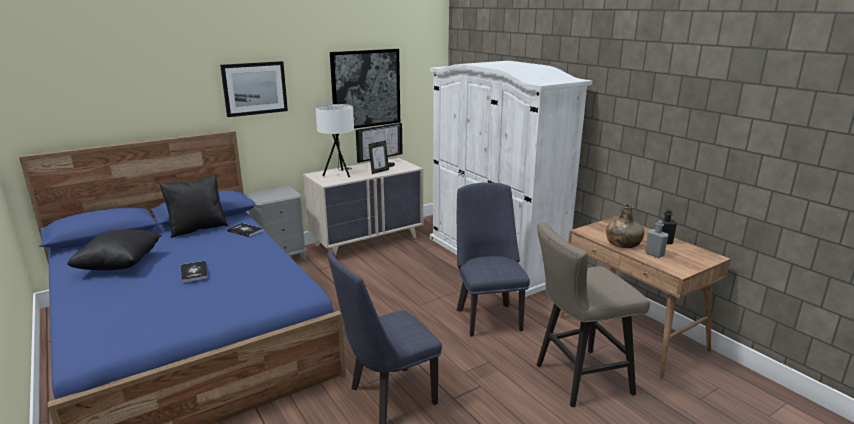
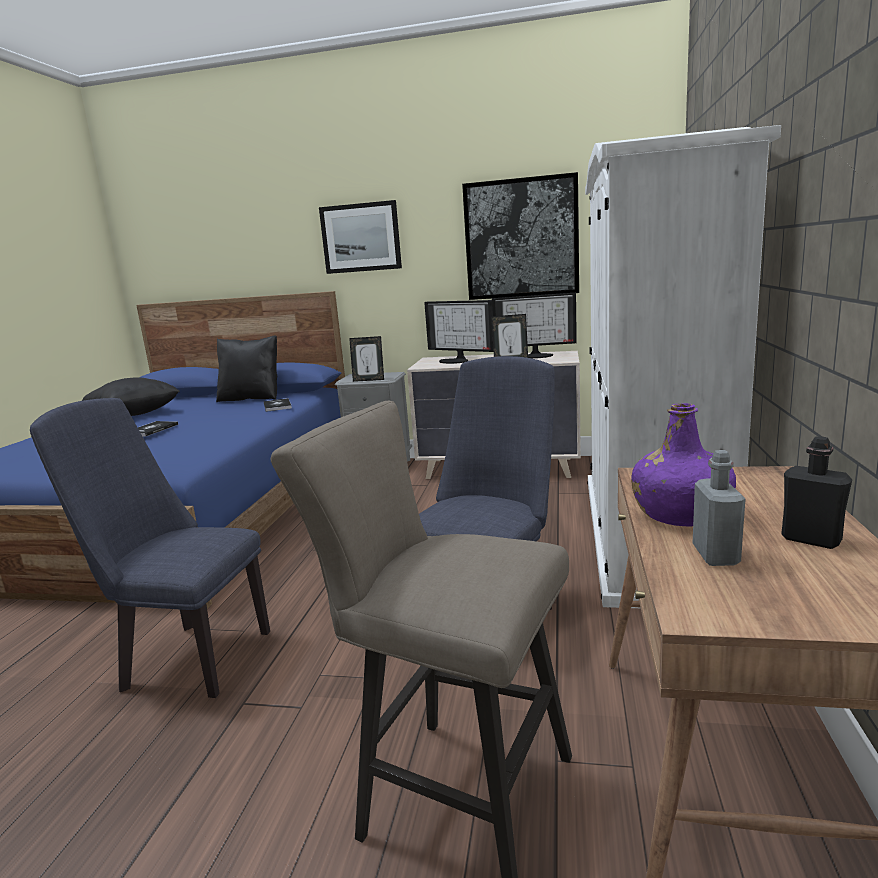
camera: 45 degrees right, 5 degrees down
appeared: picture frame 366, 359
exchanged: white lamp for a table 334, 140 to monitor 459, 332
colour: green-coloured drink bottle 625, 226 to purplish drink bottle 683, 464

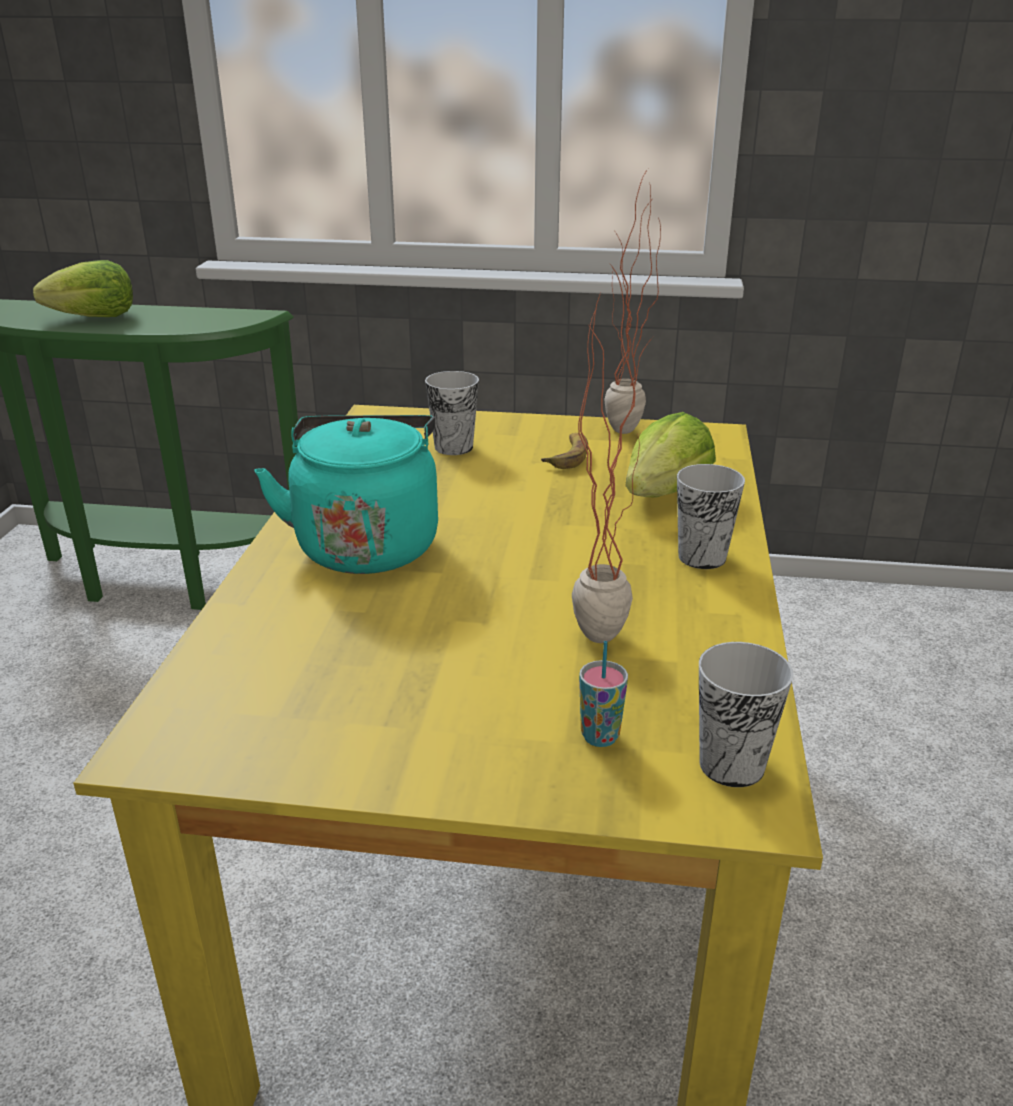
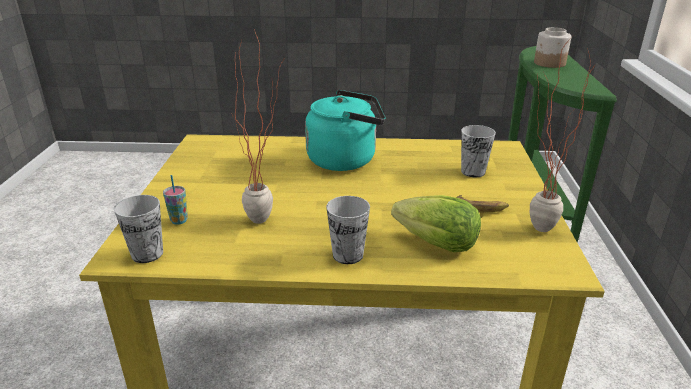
camera: 85 degrees right, 0 degrees up
exchanged: lettuce 83, 288 to jar 552, 47

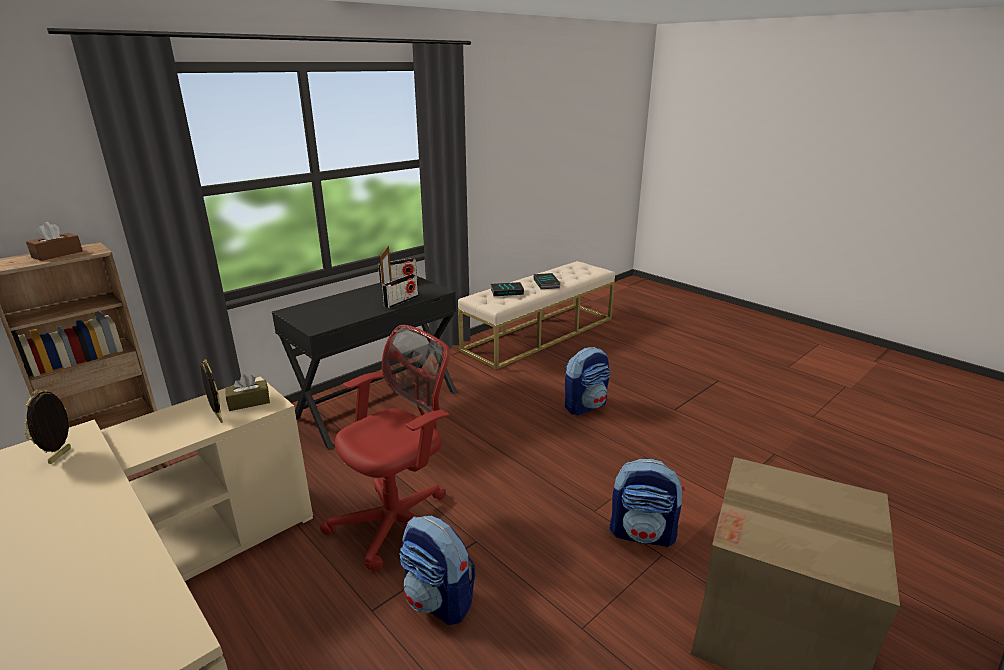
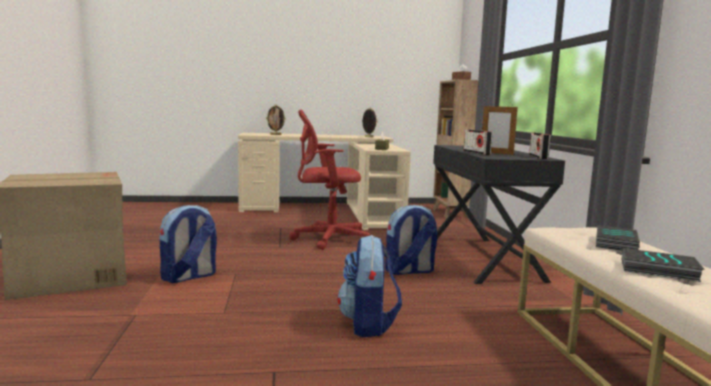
camera: 125 degrees right, 15 degrees down
relocated: picture frame 211, 391 to 276, 120; knapsack 437, 570 to 411, 240
spun: red computer chair 385, 448 = 329, 180 90 degrees clockwise

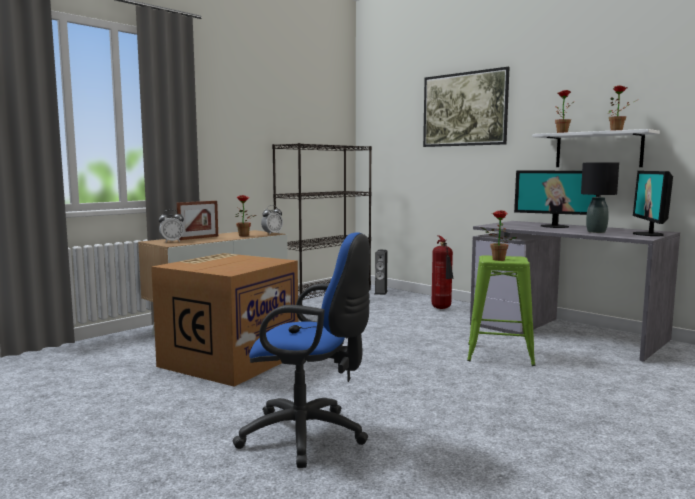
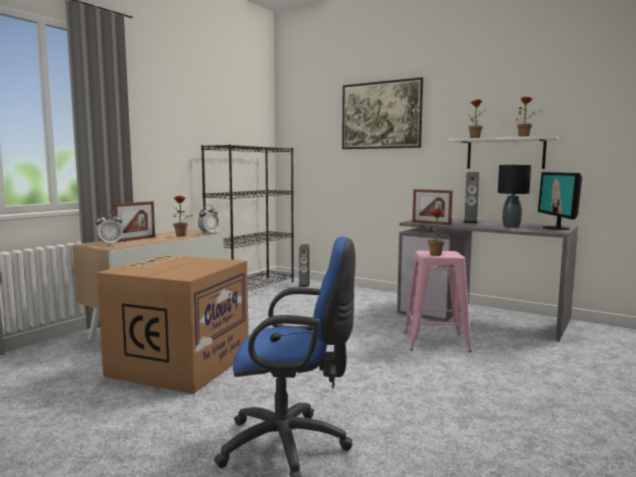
camera: 10 degrees left, 0 degrees up
missing: extinguisher 442, 272
appeared: picture frame 432, 207
exchanged: monitor 555, 199 to speaker 471, 197
colour: green-coloured stool 501, 310 to pink stool 438, 301

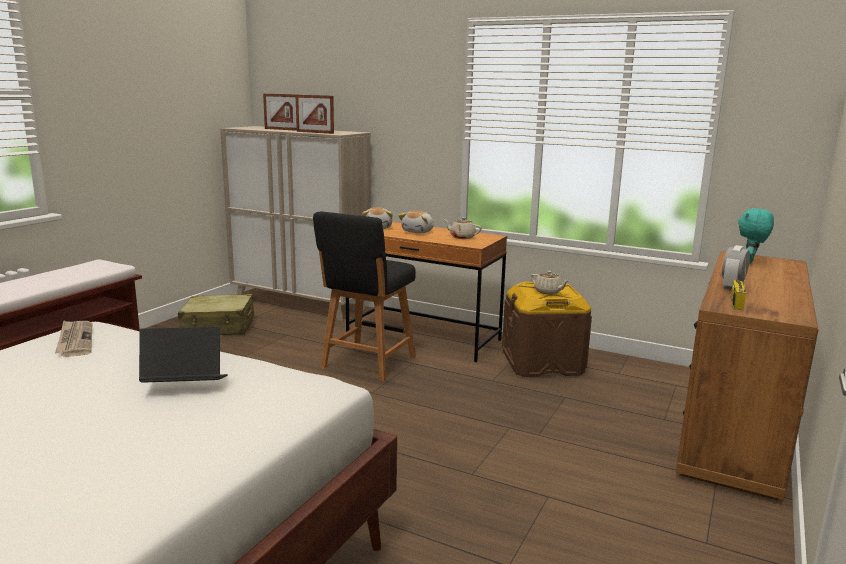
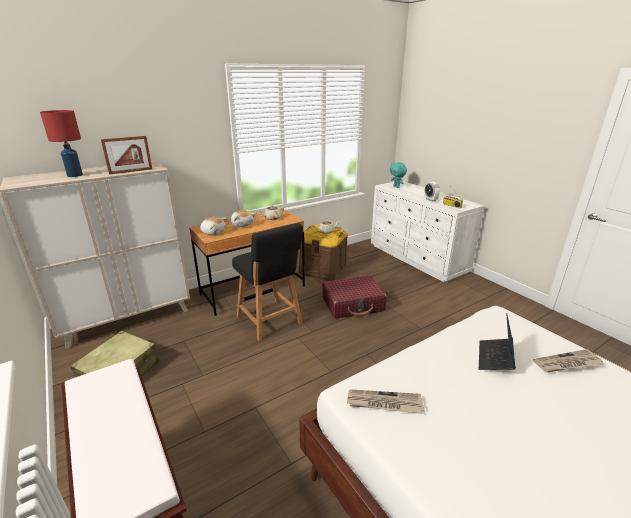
camera: 60 degrees left, 10 degrees up
appeared: red piece of luggage 354, 297; daily paper 568, 360
exchanged: picture frame 280, 112 to red lamp for a table 61, 143
colour: brown-coloured chest of drawers 747, 375 to white chest of drawers 428, 231

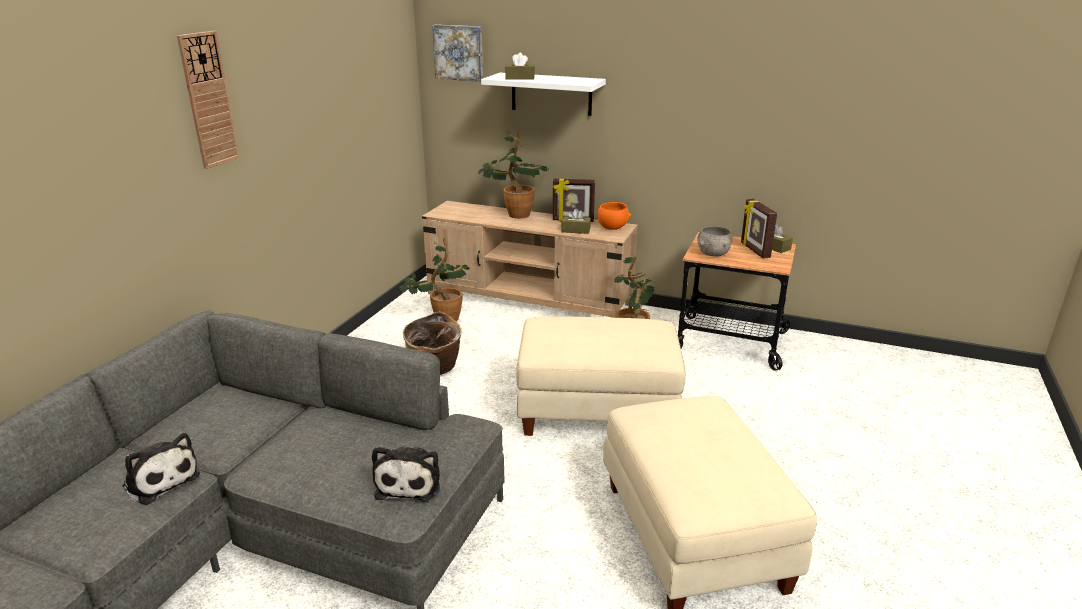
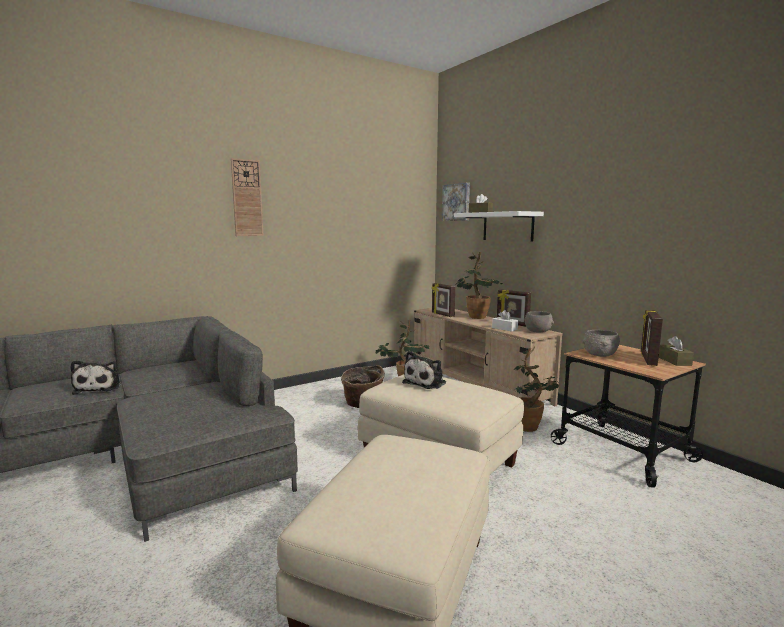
camera: 35 degrees right, 15 degrees down
appeared: picture frame 443, 300
relocated: soft toy 406, 473 to 424, 370
colour: brown-coloured box of tissues 576, 221 to white box of tissues 505, 320; orangey bowl 614, 216 to greyish bowl 539, 321

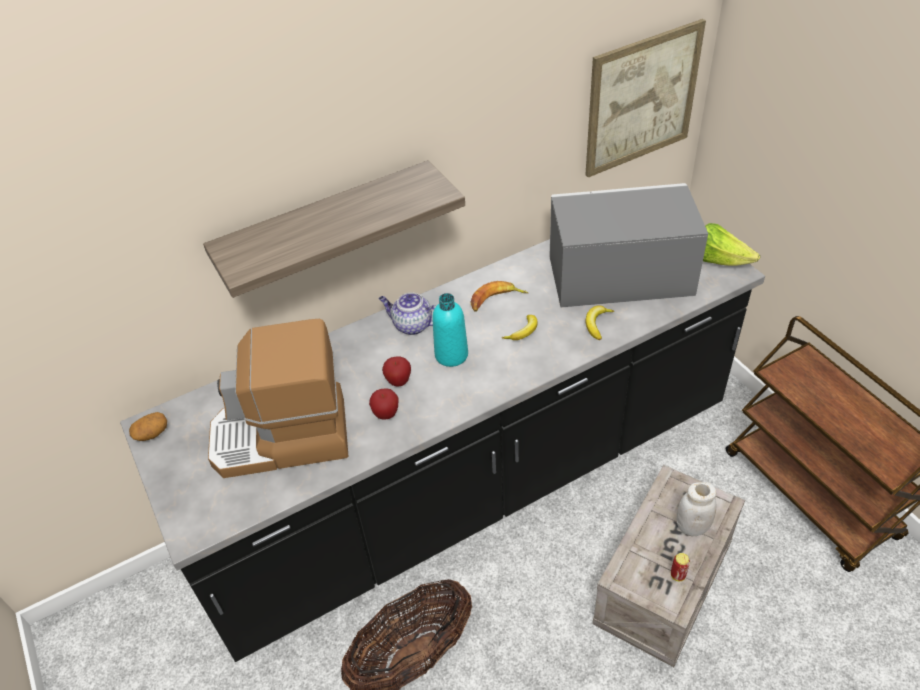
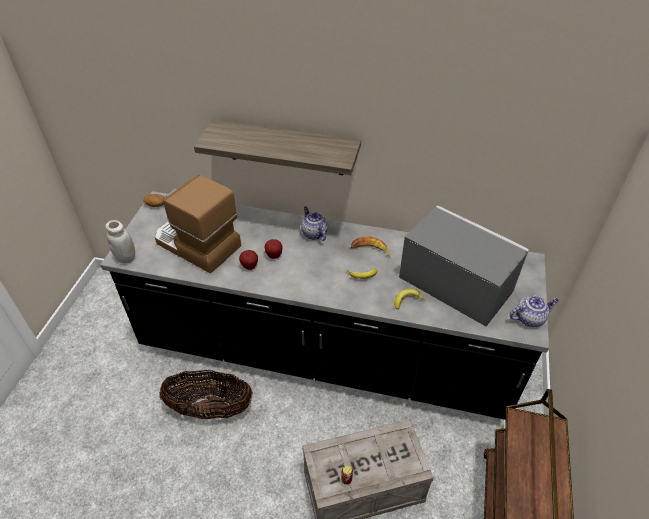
camera: 40 degrees right, 0 degrees up
missing: turquoise drink bottle 450, 330; wall picture 645, 98
relocated: white jar 696, 509 to 120, 241
exchanged: lettuce 731, 244 to pot for tea 534, 311

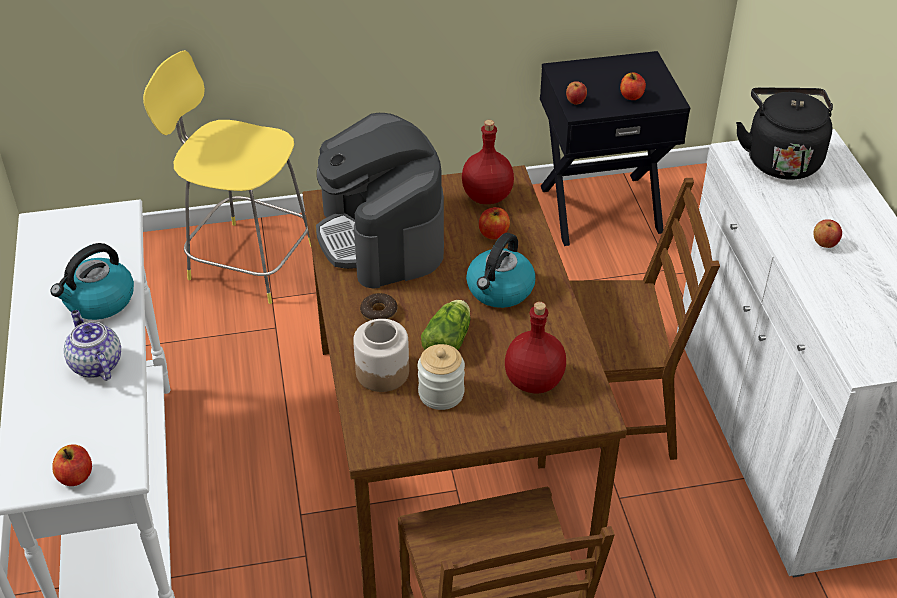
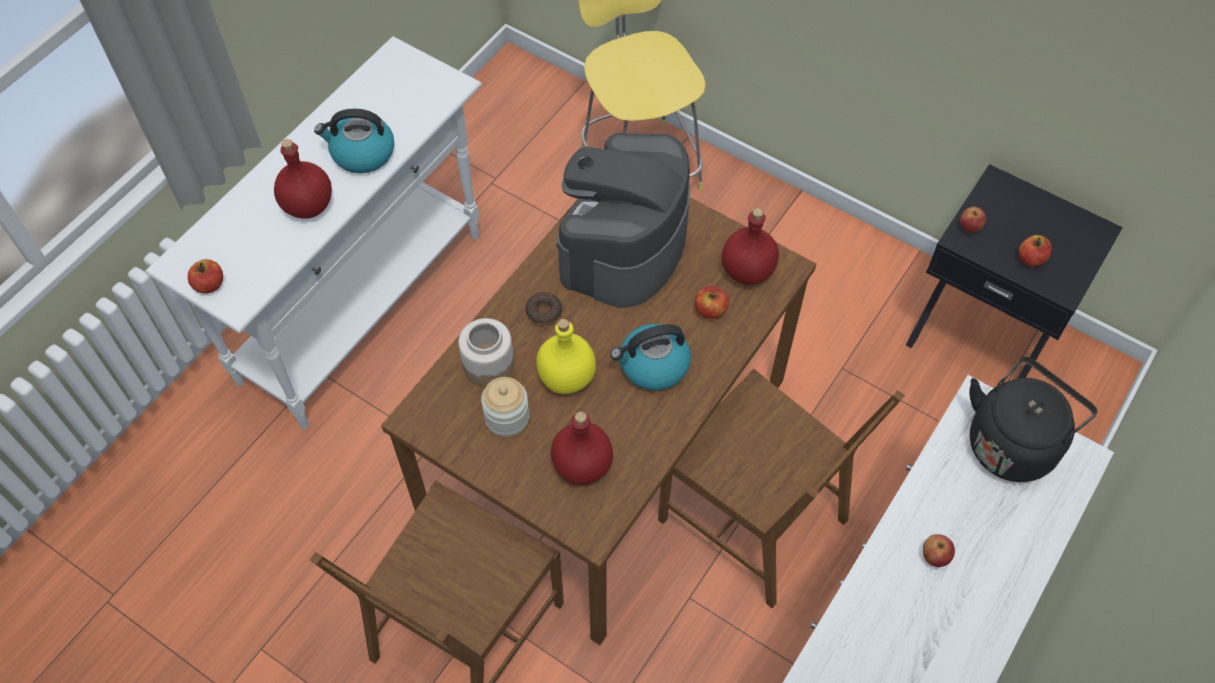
camera: 45 degrees right, 15 degrees up
exchanged: pot for tea 92, 345 to red drink bottle 303, 179; lettuce 446, 325 to yellowish drink bottle 566, 356

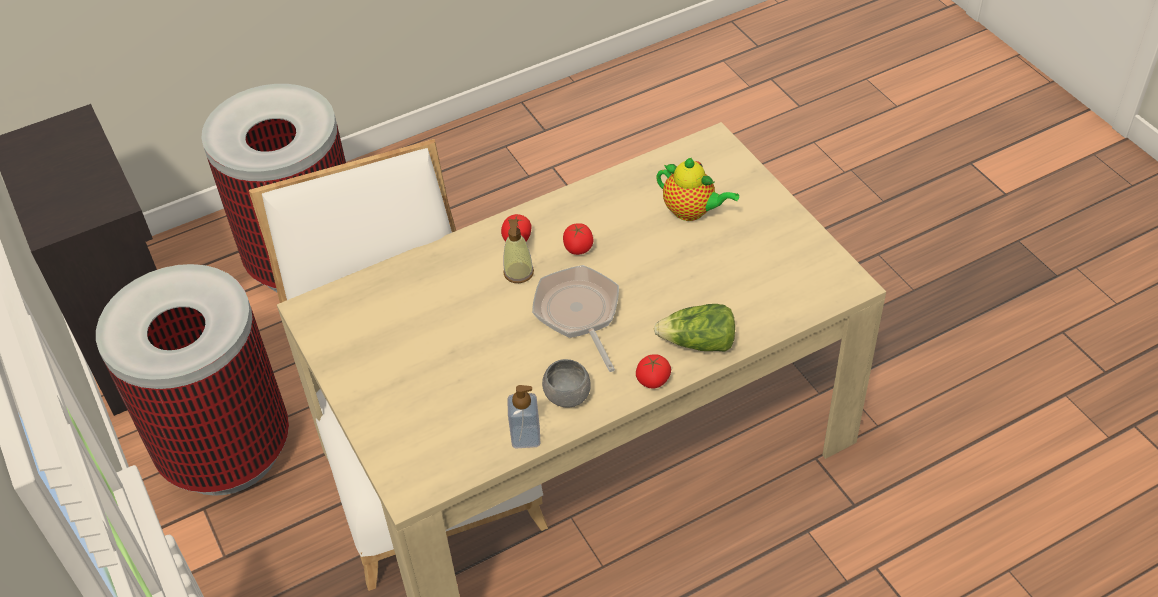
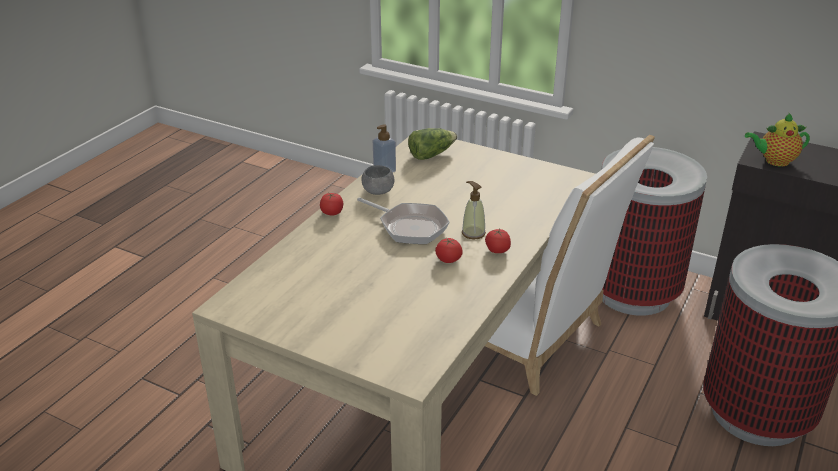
camera: 145 degrees right, 15 degrees down
relocated: lettuce 694, 328 to 432, 144; pot for tea 697, 189 to 777, 140

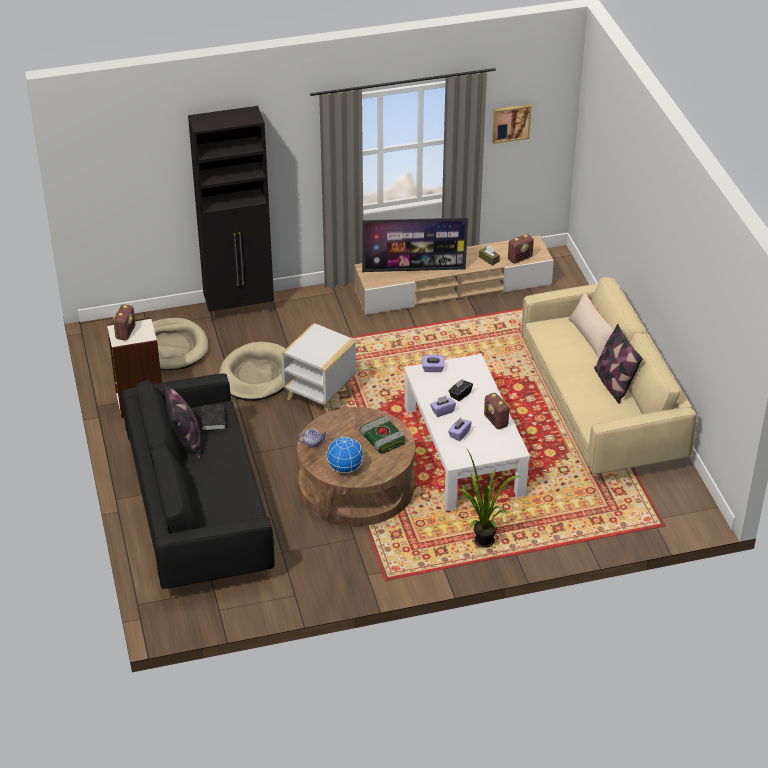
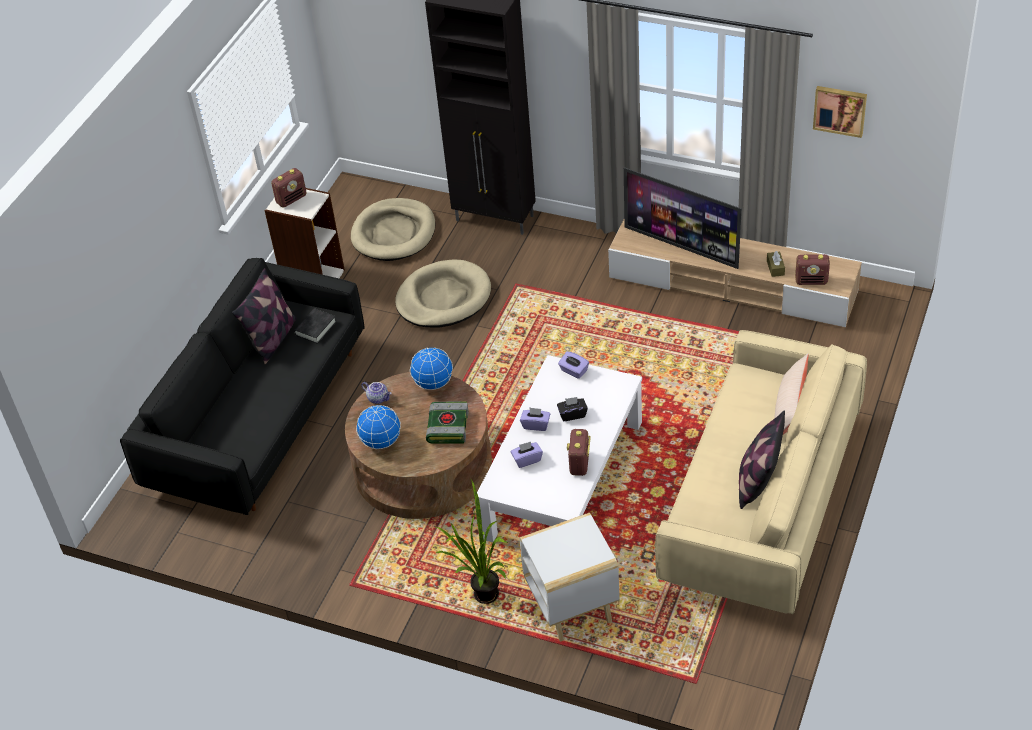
camera: 40 degrees right, 5 degrees up
appeared: globe 431, 369
relocated: white accent table 318, 368 to 569, 577

